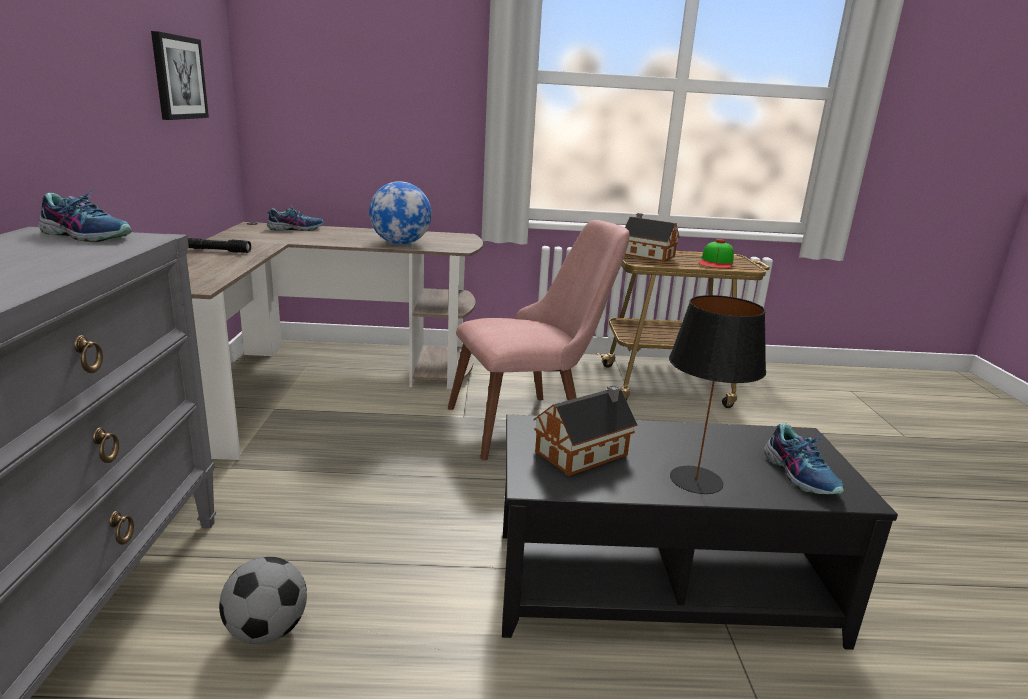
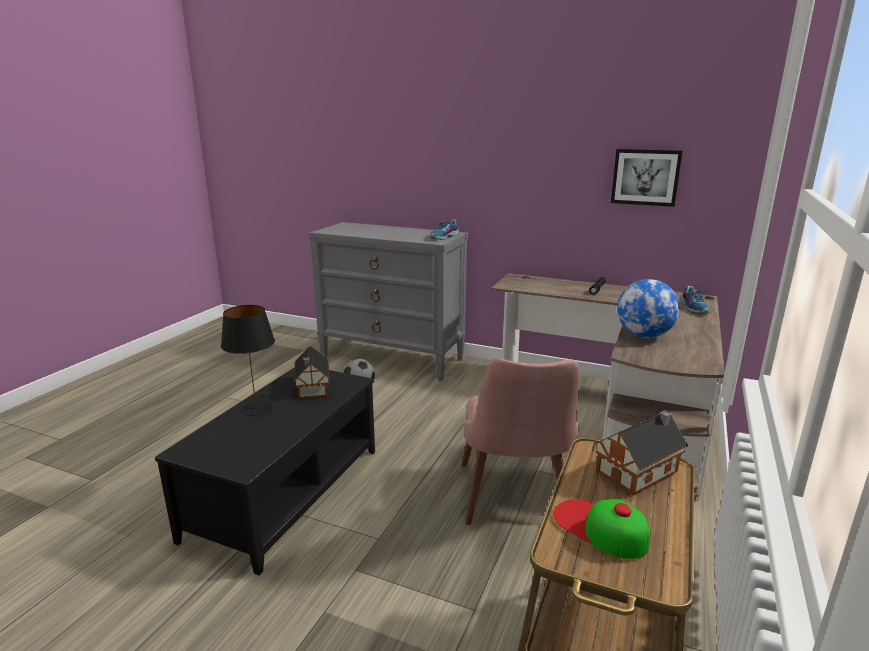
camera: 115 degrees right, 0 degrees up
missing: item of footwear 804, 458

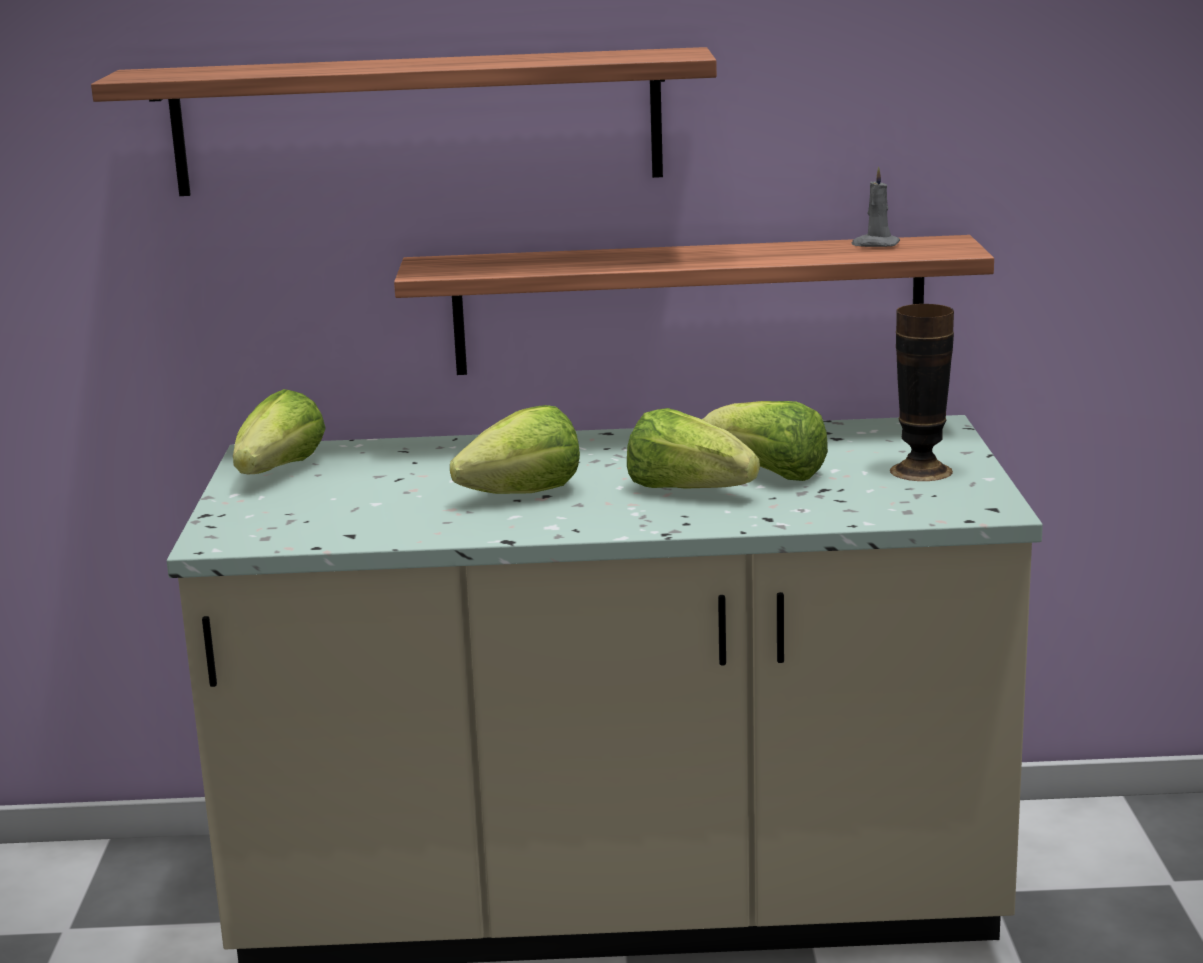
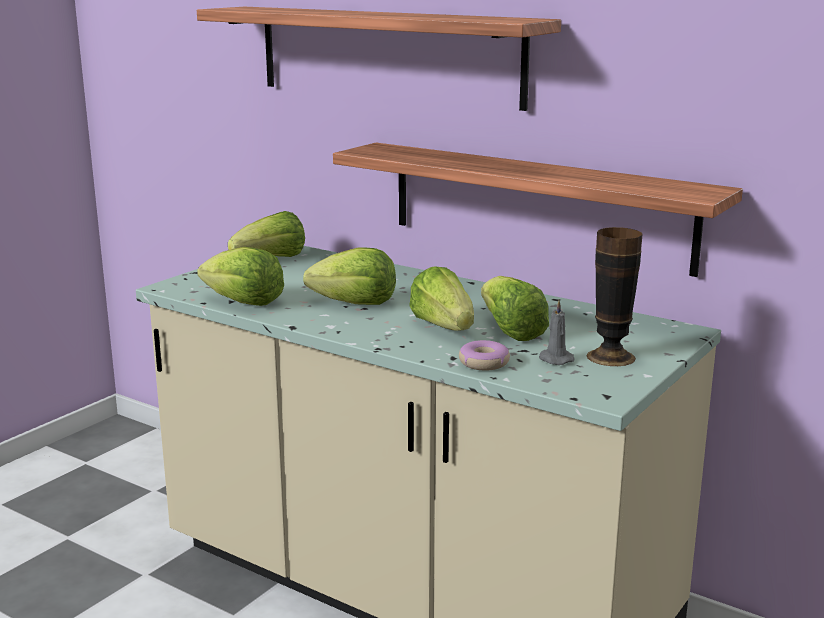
camera: 35 degrees right, 0 degrees up
appeared: lettuce 240, 276; ring doughnut 484, 355
relocated: greyish wax candle 876, 206 to 557, 332

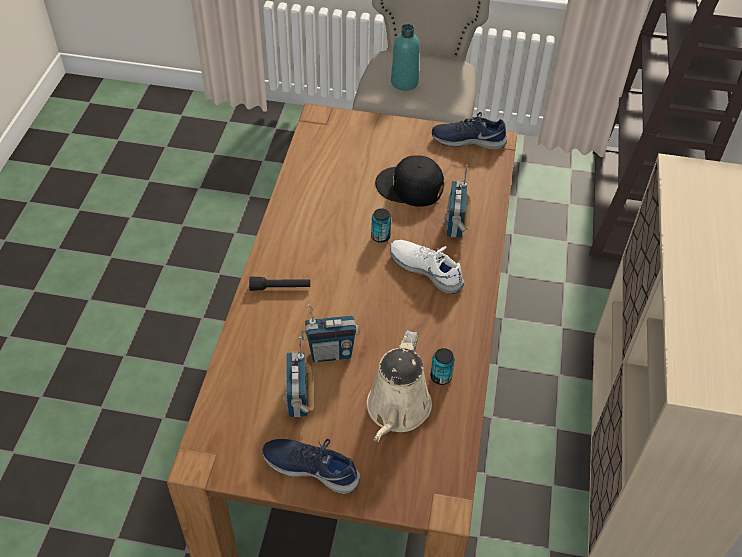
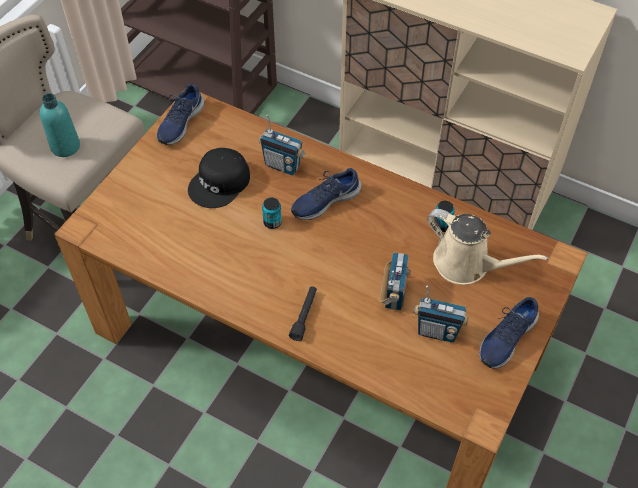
camera: 70 degrees left, 5 degrees up
colour: white item of footwear 427, 267 to blue-coloured item of footwear 326, 194

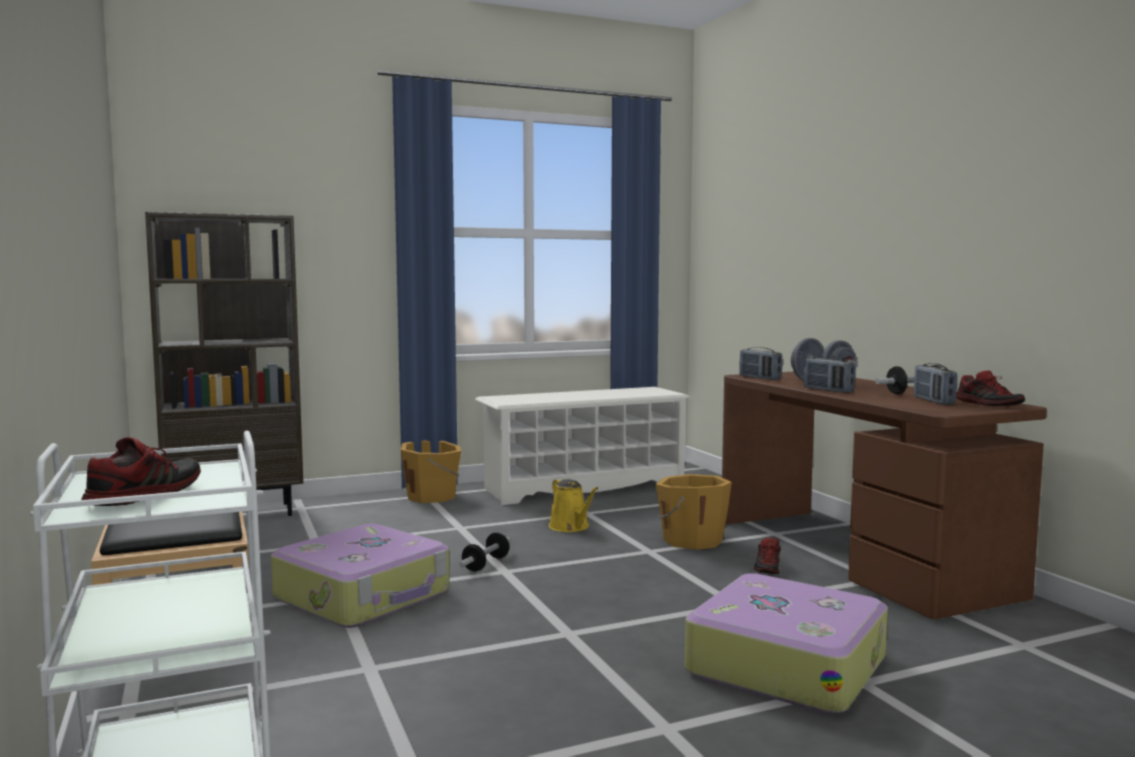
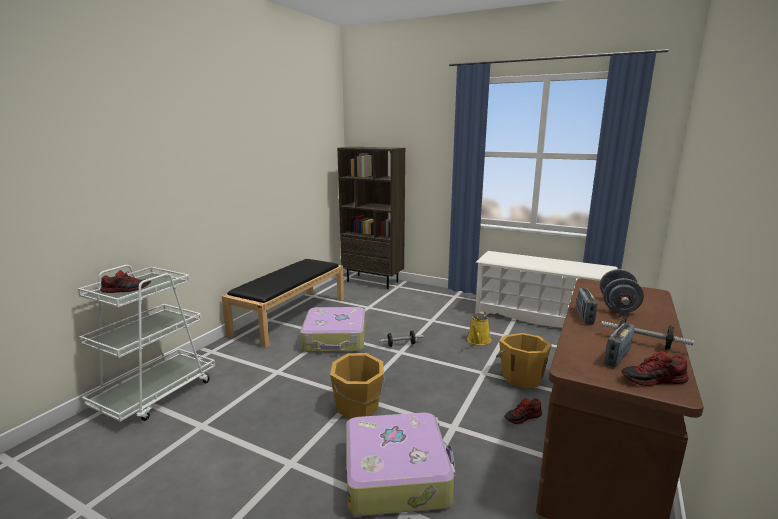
camera: 50 degrees right, 10 degrees up
missing: radio 760, 363
relocated: orangey bucket 431, 472 to 357, 386
spun: item of footwear 990, 388 = 654, 368 60 degrees clockwise

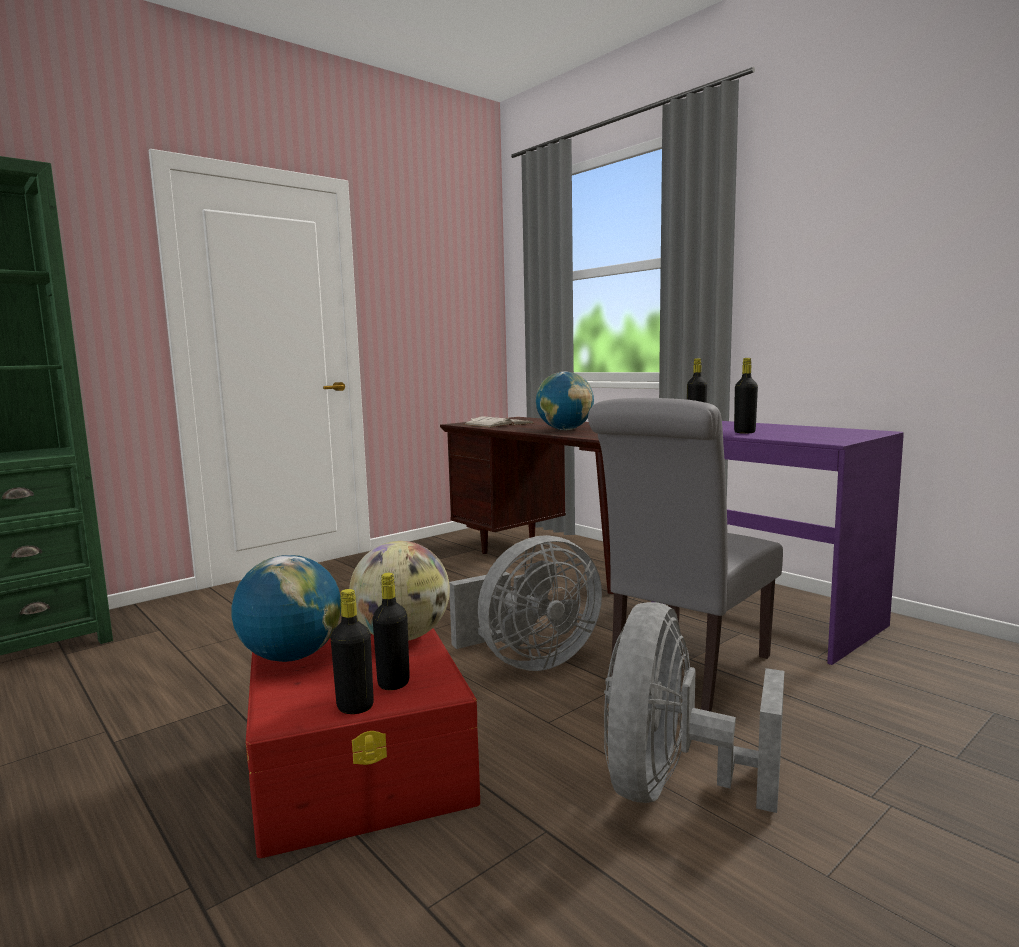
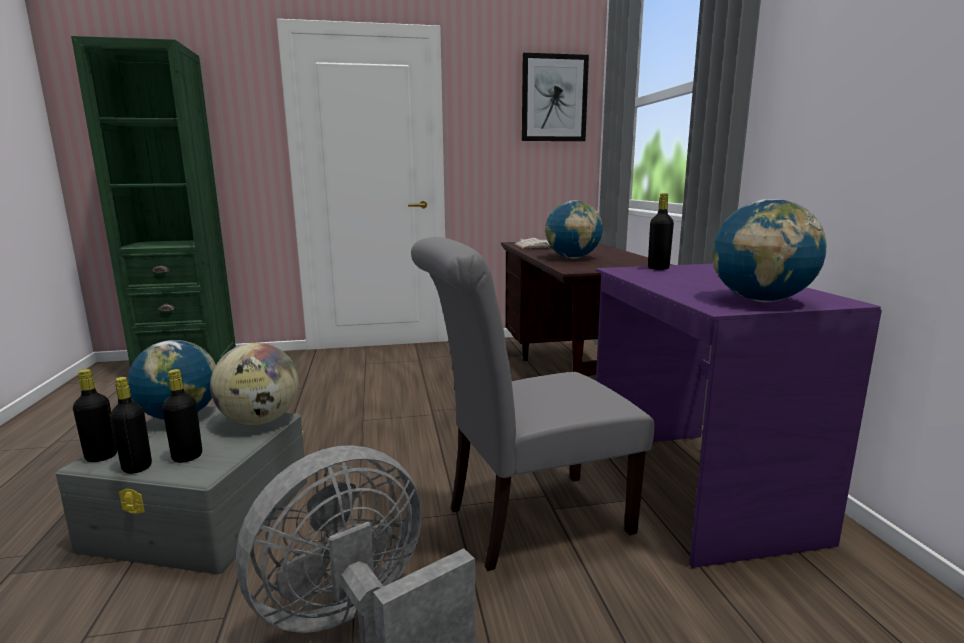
camera: 30 degrees right, 5 degrees up
missing: greyish cooling fan 525, 603
appeared: wall picture 555, 97; globe 770, 250
relocated: black drink bottle 746, 396 to 95, 415
colour: red storage container 363, 743 to greyish storage container 181, 490

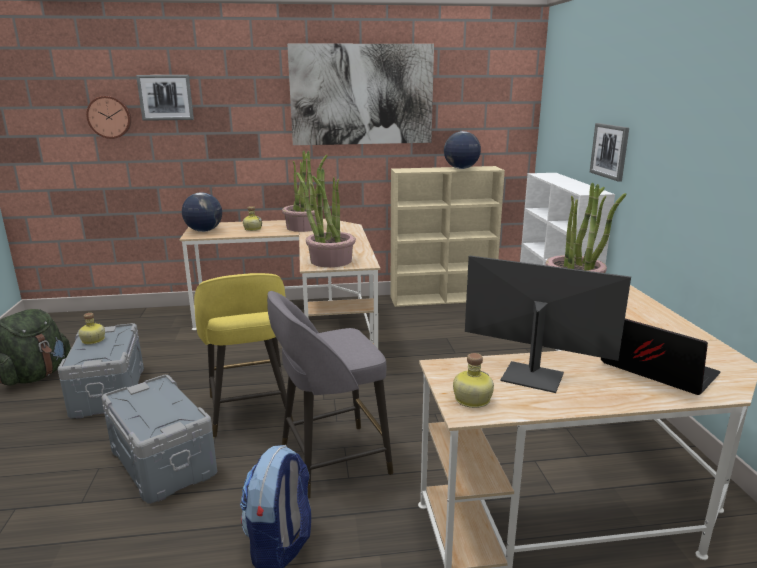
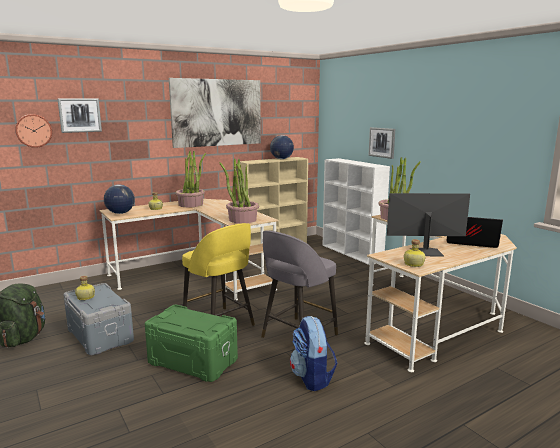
camera: 25 degrees left, 5 degrees down
colour: greyish storage container 159, 439 to green-coloured storage container 191, 343

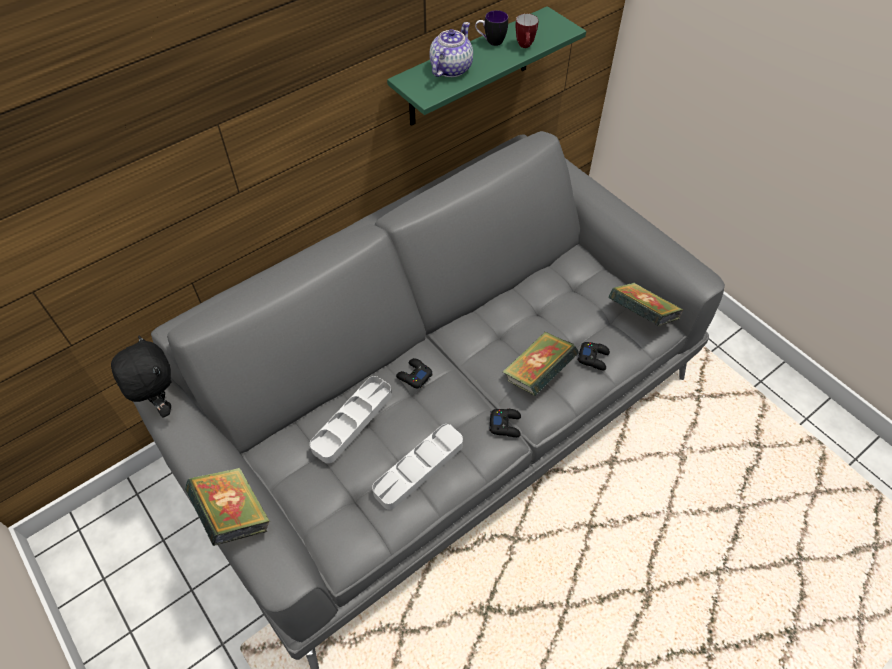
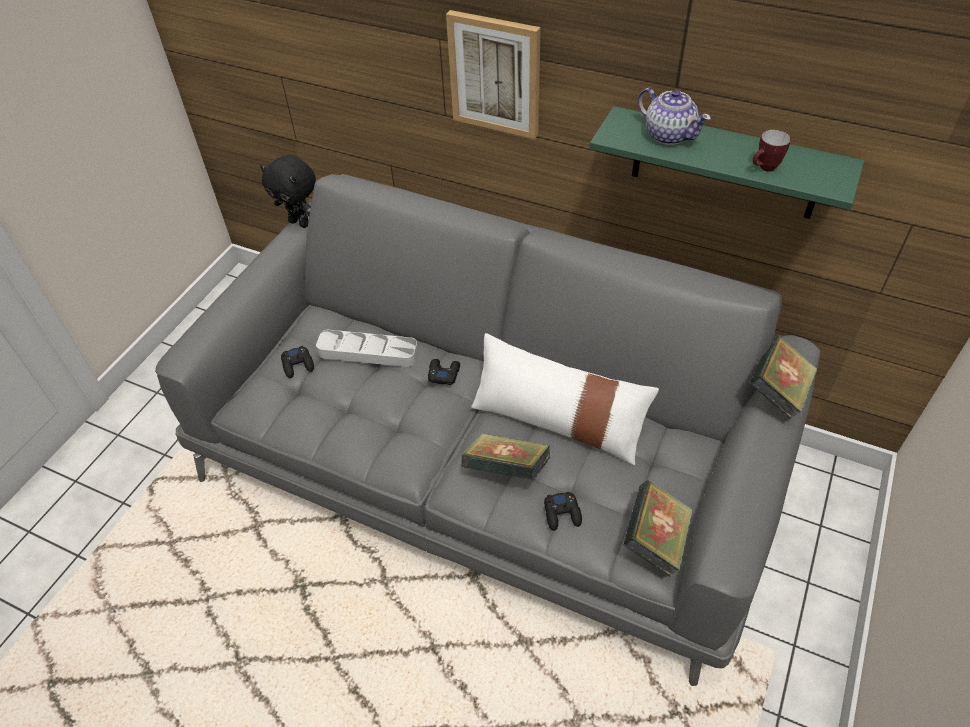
camera: 65 degrees right, 5 degrees down
missing: greyish carrying tray 417, 467; coffee mug 491, 28
appeared: wall picture 493, 74; white throw pillow 565, 399
relocated: volume 227, 507 to 783, 377; black joypad 505, 423 to 297, 362
spun: black soft toy 141, 377 = 288, 191 90 degrees clockwise; pot for tea 451, 49 = 674, 116 45 degrees clockwise

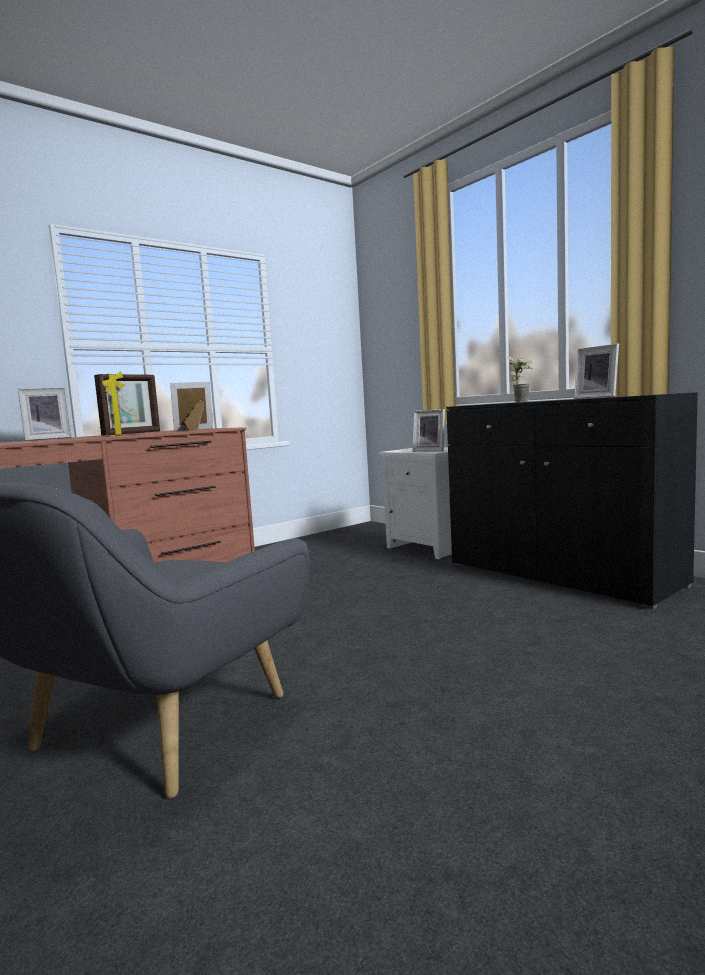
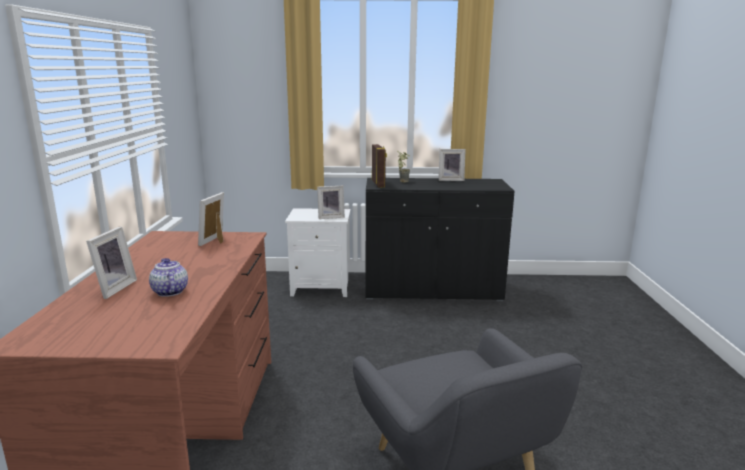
camera: 50 degrees left, 10 degrees up
appeared: pot for tea 168, 277
relocated: picture frame 127, 404 to 379, 166

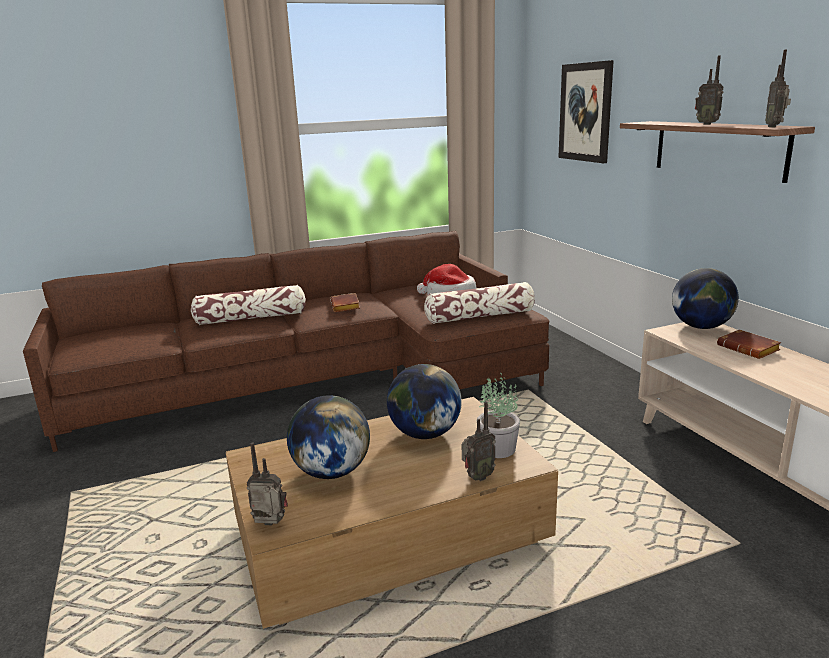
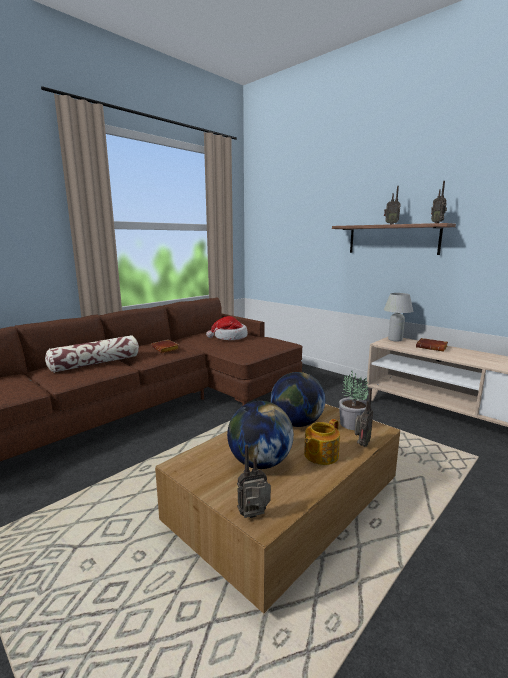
camera: 25 degrees left, 5 degrees down
missing: throw pillow 479, 303; wall picture 586, 111
appeared: pot for tea 322, 442
exchanged: globe 705, 298 to white lamp for a table 398, 317

